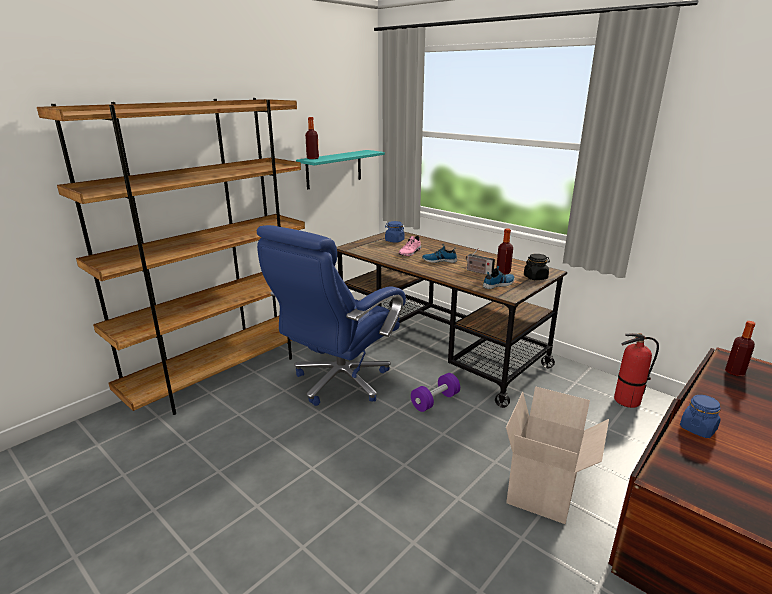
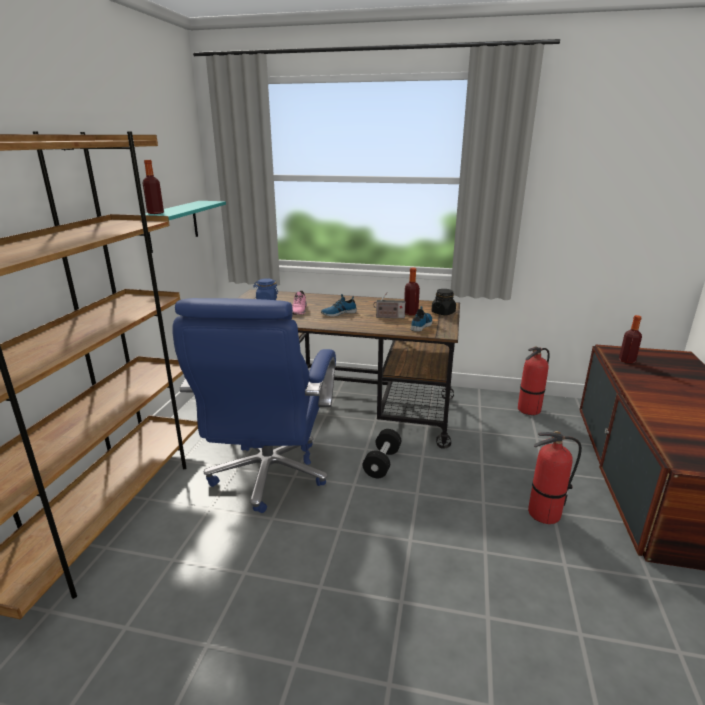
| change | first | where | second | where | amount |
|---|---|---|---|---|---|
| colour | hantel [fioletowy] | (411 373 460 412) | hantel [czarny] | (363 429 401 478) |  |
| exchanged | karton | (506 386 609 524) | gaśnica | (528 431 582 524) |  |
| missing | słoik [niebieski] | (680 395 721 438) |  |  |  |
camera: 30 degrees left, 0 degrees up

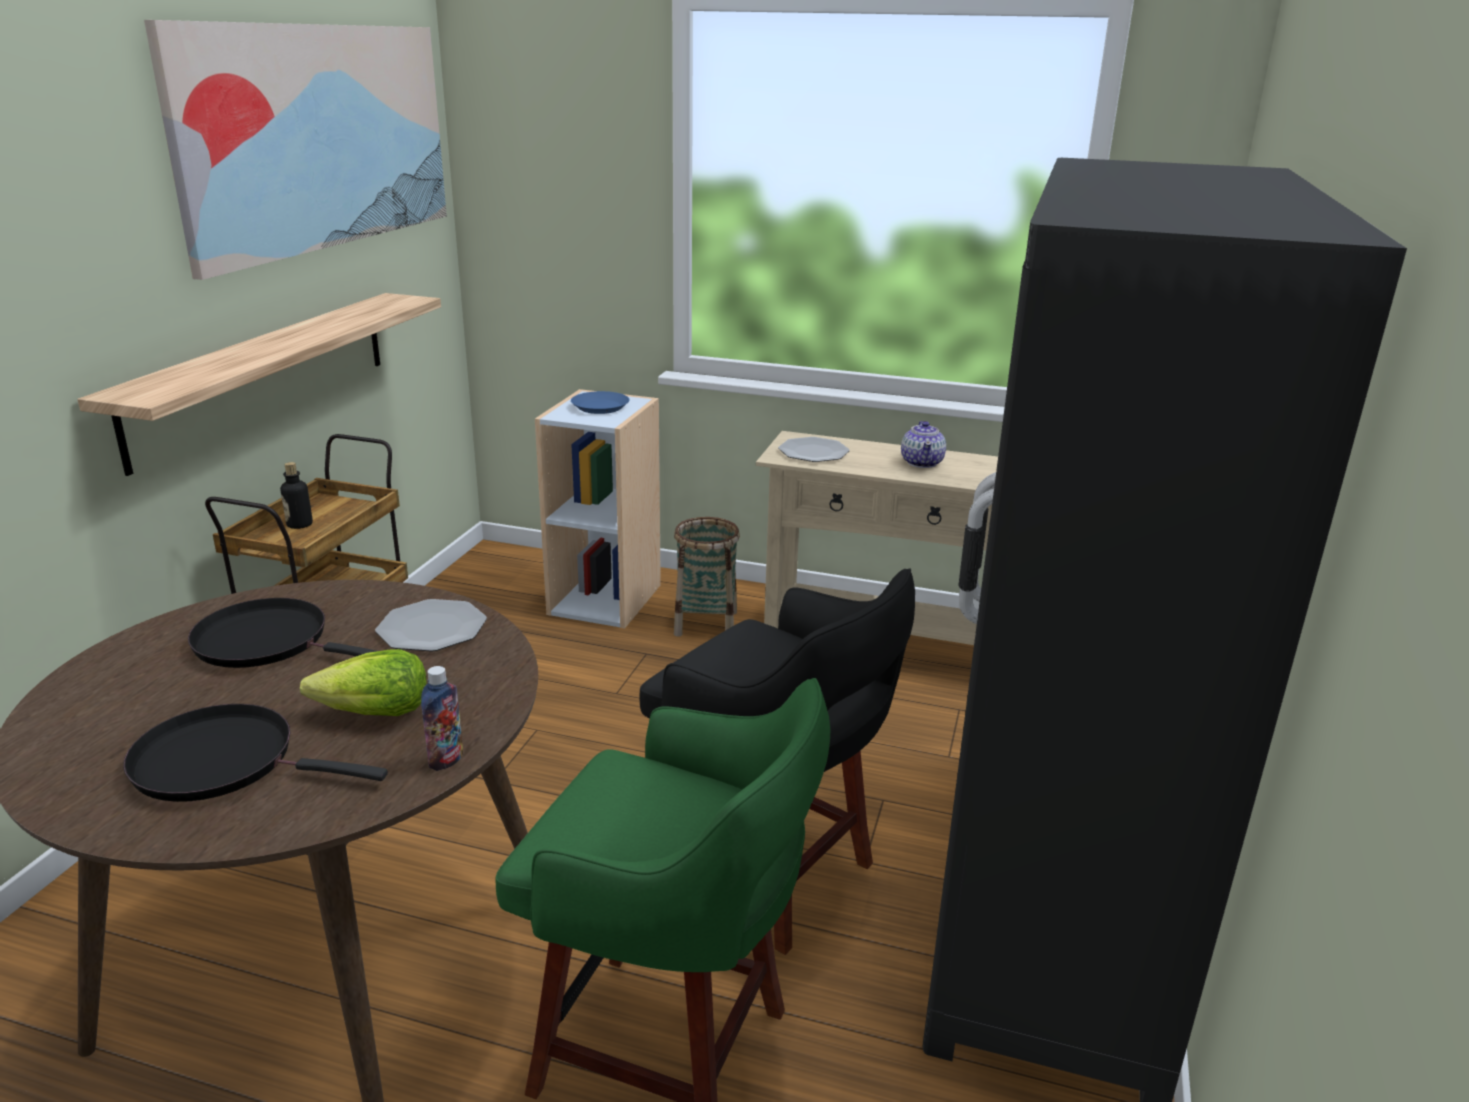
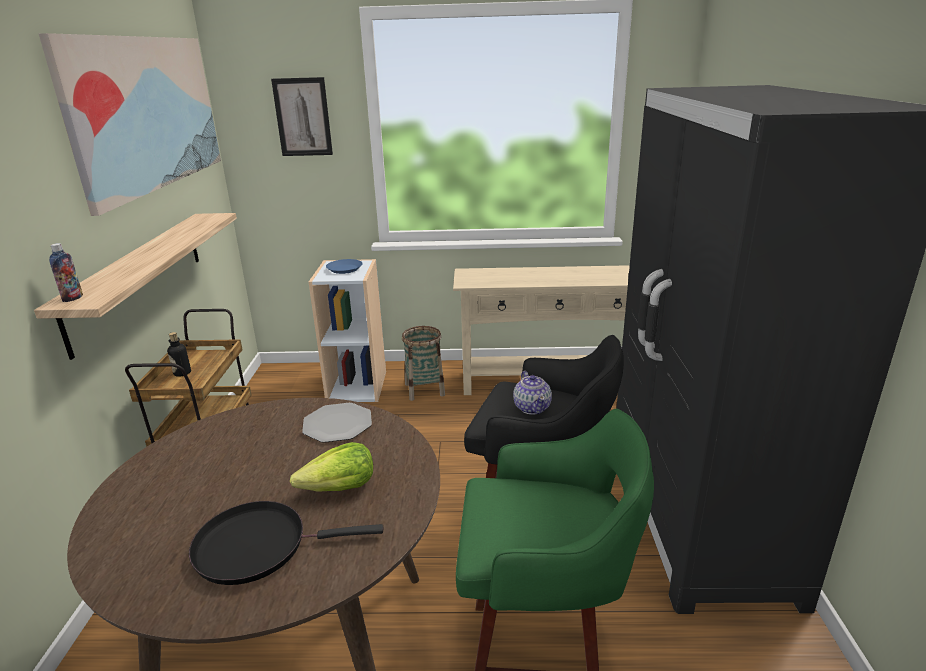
| change | first | where | second | where | amount |
|---|---|---|---|---|---|
| missing | patelnia [czarny] | (188 598 376 668) |  |  |  |
| relocated | butelka | (421 666 463 771) |  | (49 243 83 302) |  |
| missing | talerz | (778 437 850 462) |  |  |  |
| relocated | imbryk | (901 421 946 468) |  | (513 371 552 415) |  |
| appeared |  |  | obraz | (271 77 333 156) |  |
camera: 15 degrees left, 0 degrees up

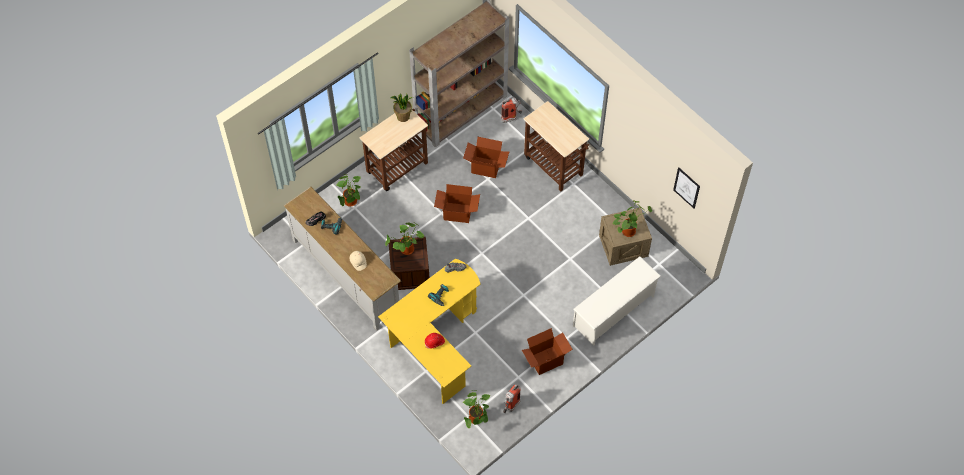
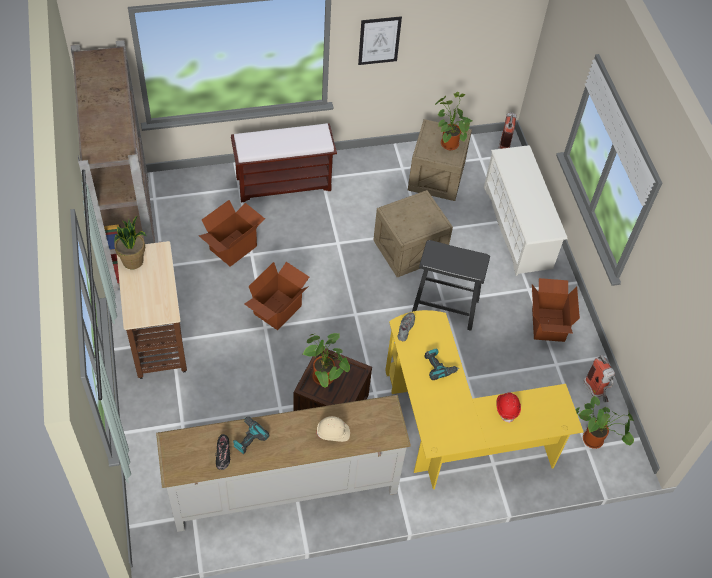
| change | first | where | second | where | amount |
|---|---|---|---|---|---|
| missing | roślina doniczkowa | (337 174 361 207) |  |  |  |
| relocated | gaśnica | (501 98 522 123) |  | (498 112 517 149) |  |
| exchanged | wózek [brązowy] | (524 101 589 192) | ławka [brązowy] | (231 123 337 202) |  |
| relocated | obraz | (673 167 700 209) |  | (358 16 402 65) |  |
| appeared |  |  | skrzynka | (373 190 453 278) |  |
| appeared |  |  | stołek [czarny] | (412 240 490 331) |  |
camera: 65 degrees left, 5 degrees down

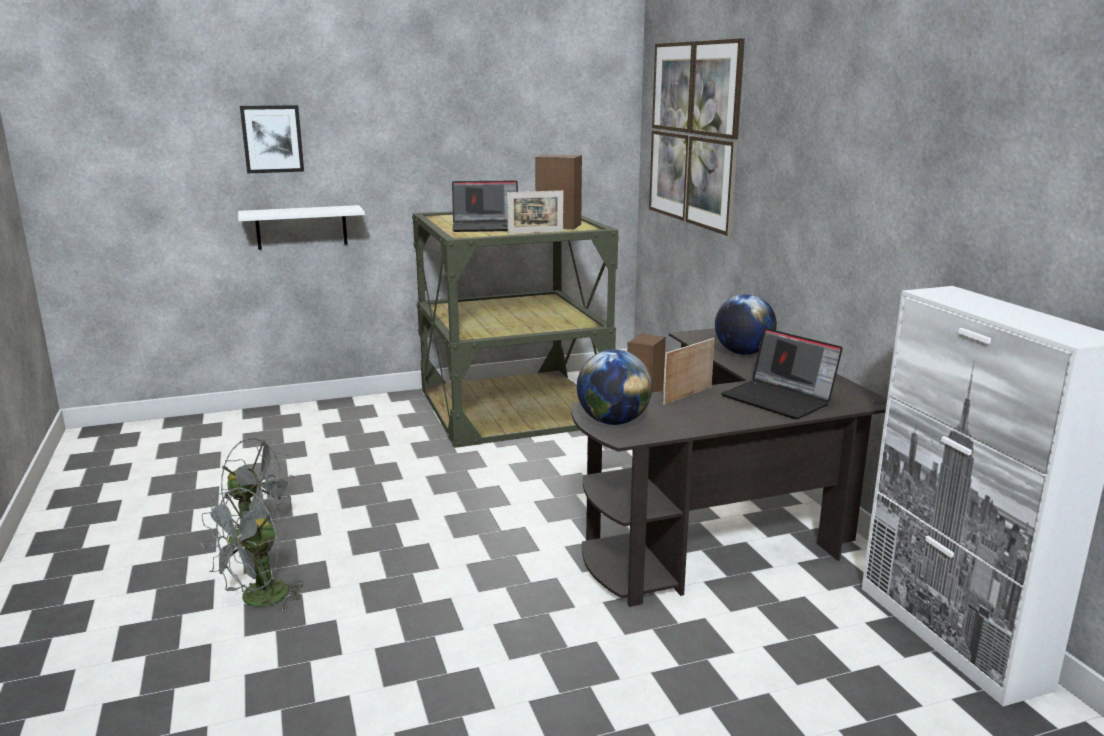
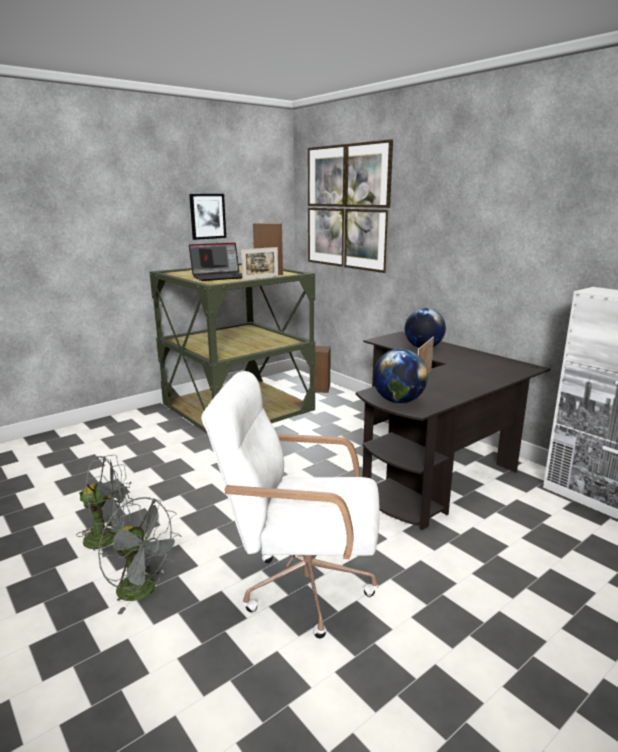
| change | first | where | second | where | amount |
|---|---|---|---|---|---|
| spun | wentylator [szary] | (200 488 303 611) |  | (98 497 181 614) | 75 degrees counterclockwise |
| missing | półka [biały] | (238 205 365 250) |  |  |  |
| relocated | obraz | (240 105 304 173) |  | (189 194 226 240) |  |
| missing | laptop | (721 328 843 419) |  |  |  |
| appeared |  |  | krzesło biurowe [biały] | (202 371 380 638) |  |
camera: 20 degrees left, 0 degrees up

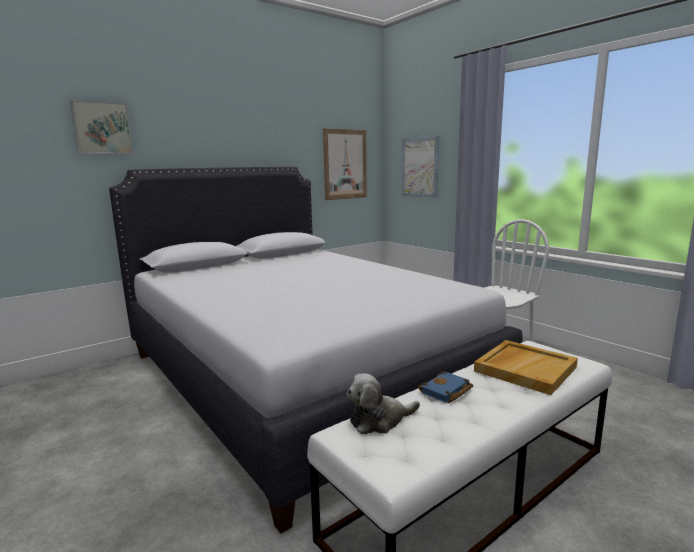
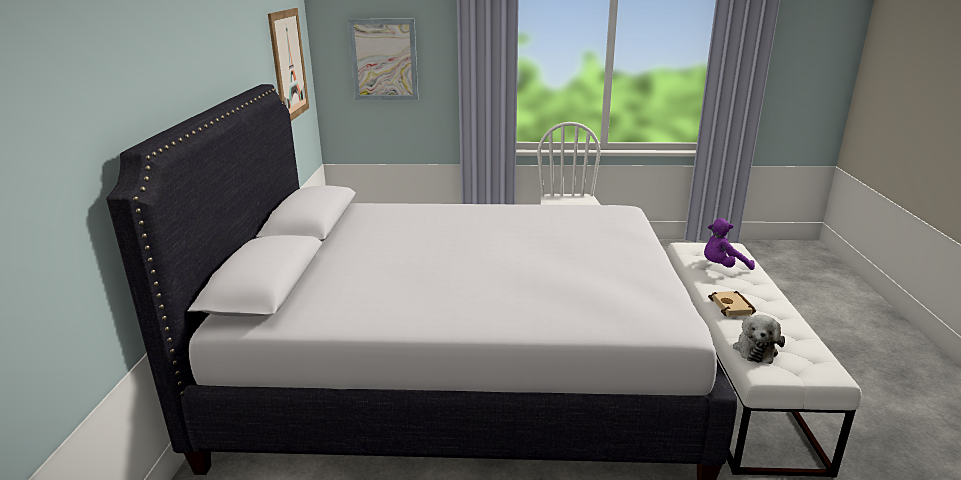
| change | first | where | second | where | amount |
|---|---|---|---|---|---|
| missing | obraz | (70 100 133 154) |  |  |  |
| colour | książka [niebieski] | (418 371 473 403) | książka [beżowy] | (708 291 756 317) |  |
| exchanged | taca [beżowy] | (474 340 578 395) | pluszak [fioletowy] | (704 218 755 270) |  |
camera: 50 degrees left, 10 degrees up

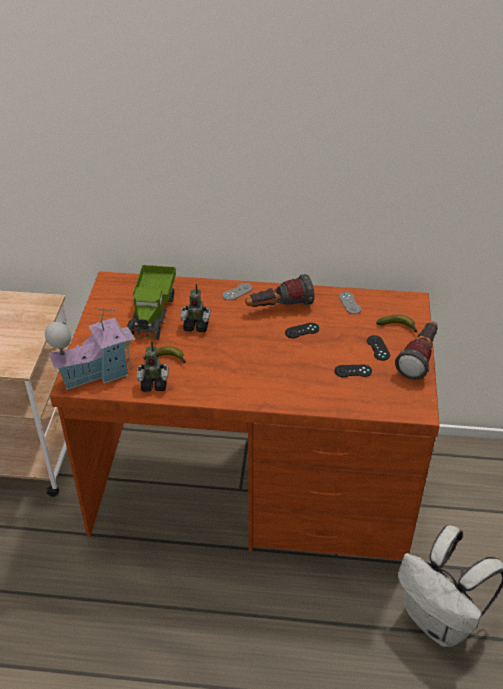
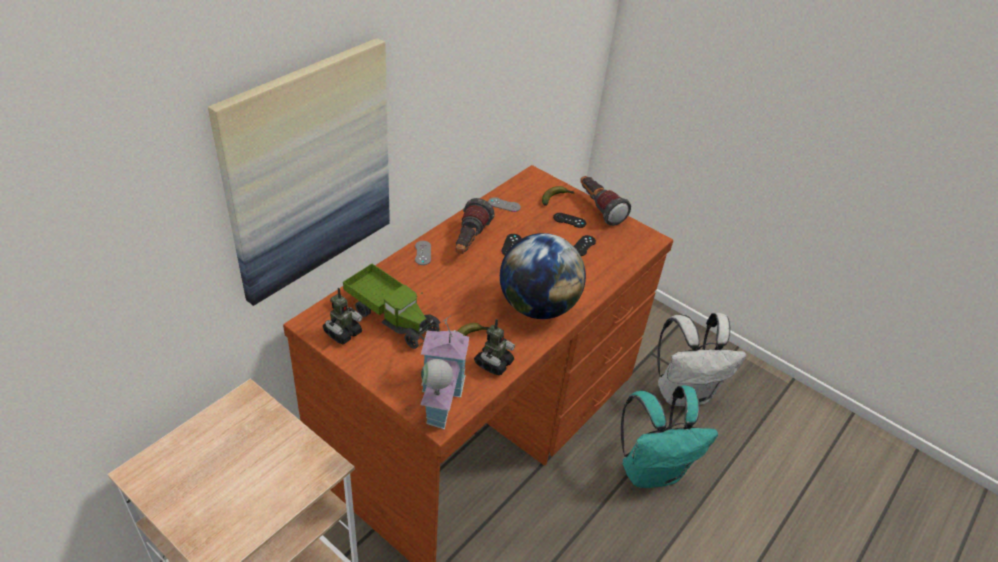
| change | first | where | second | where | amount |
|---|---|---|---|---|---|
| relocated | robot zabawkowy | (180 284 211 332) |  | (323 288 363 344) |  |
| appeared |  |  | obraz | (208 38 390 306) |  |
| appeared |  |  | globus | (500 233 586 319) |  |
| appeared |  |  | plecak [turkusowy] | (621 385 718 488) |  |
camera: 60 degrees left, 0 degrees up

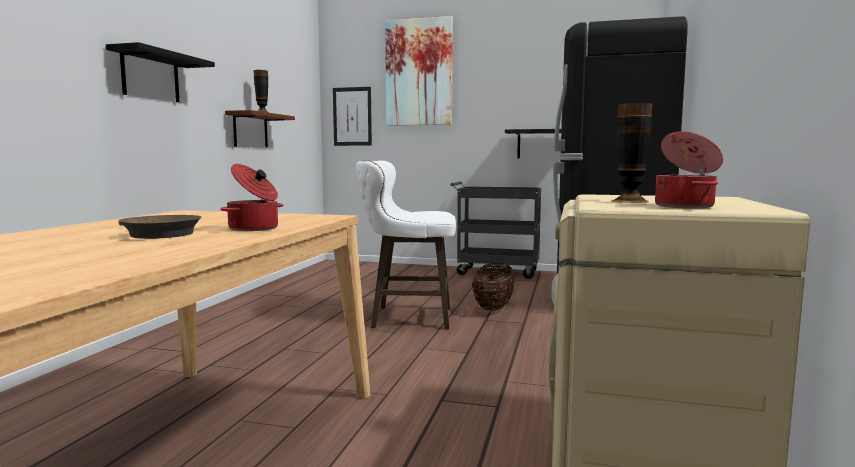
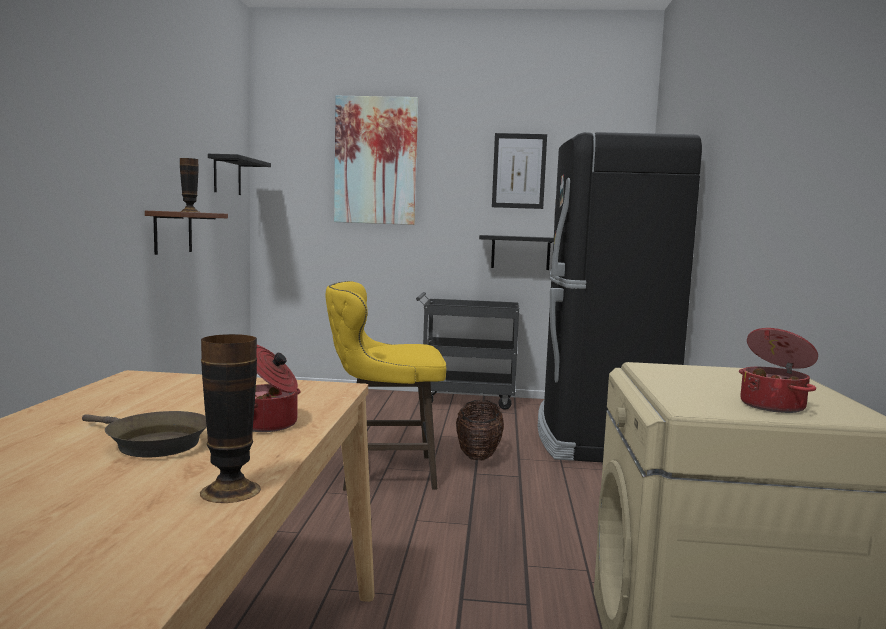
| change | first | where | second | where | amount |
|---|---|---|---|---|---|
| relocated | półka [czarny] | (106 42 215 102) |  | (208 154 271 195) |  |
| relocated | obraz | (333 87 372 146) |  | (492 133 547 209) |  |
| colour | stołek [biały] | (356 160 456 329) | stołek [żółty] | (325 281 446 491) |  |
| relocated | wazon | (612 103 652 203) |  | (200 334 261 503) |  |
camera: 10 degrees left, 0 degrees up

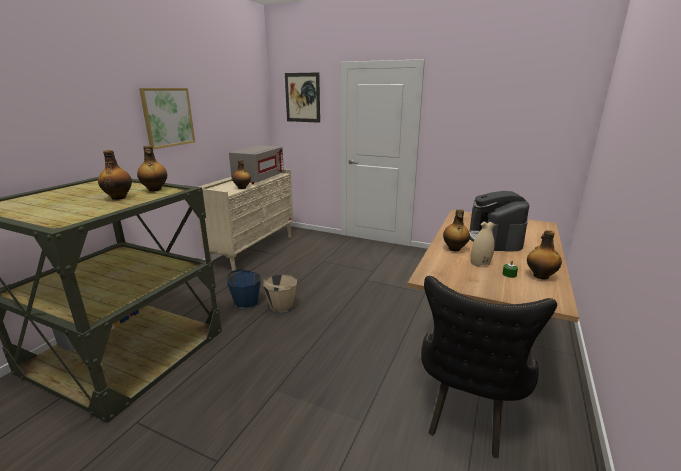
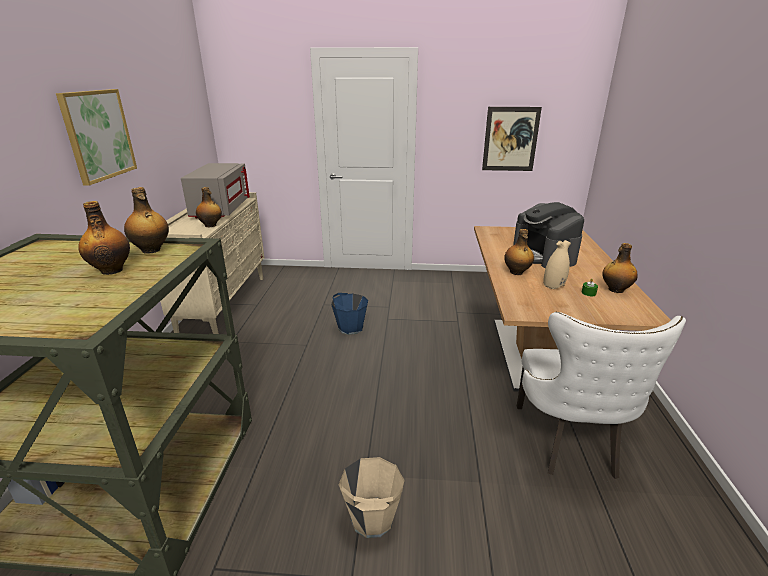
| change | first | where | second | where | amount |
|---|---|---|---|---|---|
| relocated | wiadro [niebieski] | (227 269 261 309) |  | (331 293 368 335) |  |
| relocated | wiadro [beżowy] | (263 275 297 313) |  | (339 457 405 538) |  |
| relocated | obraz | (285 72 320 123) |  | (482 107 542 171) |  |
| colour | krzesło [czarny] | (421 275 557 458) | krzesło [biały] | (517 312 686 479) |  |
camera: 20 degrees left, 5 degrees up

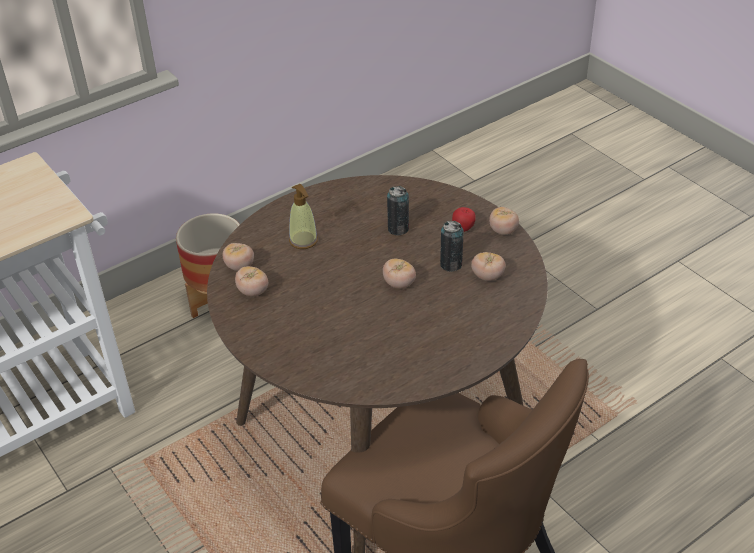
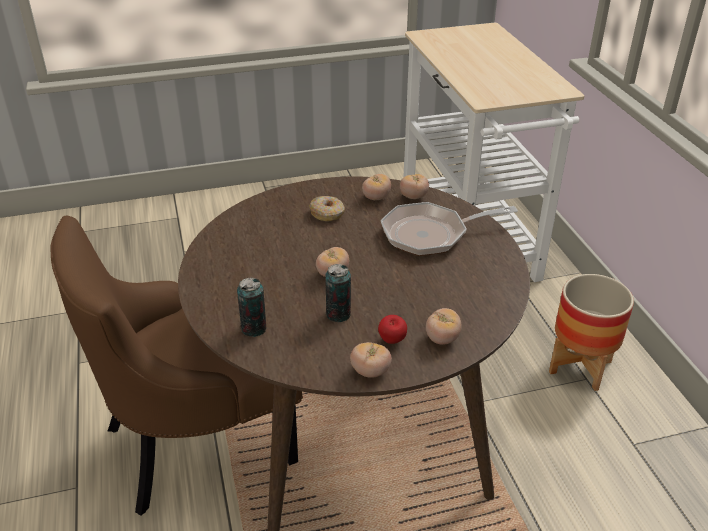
| change | first | where | second | where | amount |
|---|---|---|---|---|---|
| exchanged | dozownik mydła | (289 184 318 249) | patelnia | (381 202 518 256) |  |
| relocated | puszka | (387 186 409 235) |  | (237 278 267 337) |  |
| relocated | pomidor | (471 252 506 281) |  | (426 308 462 345) |  |
| appeared |  |  | donut | (309 196 345 221) |  |
camera: 110 degrees right, 5 degrees down

